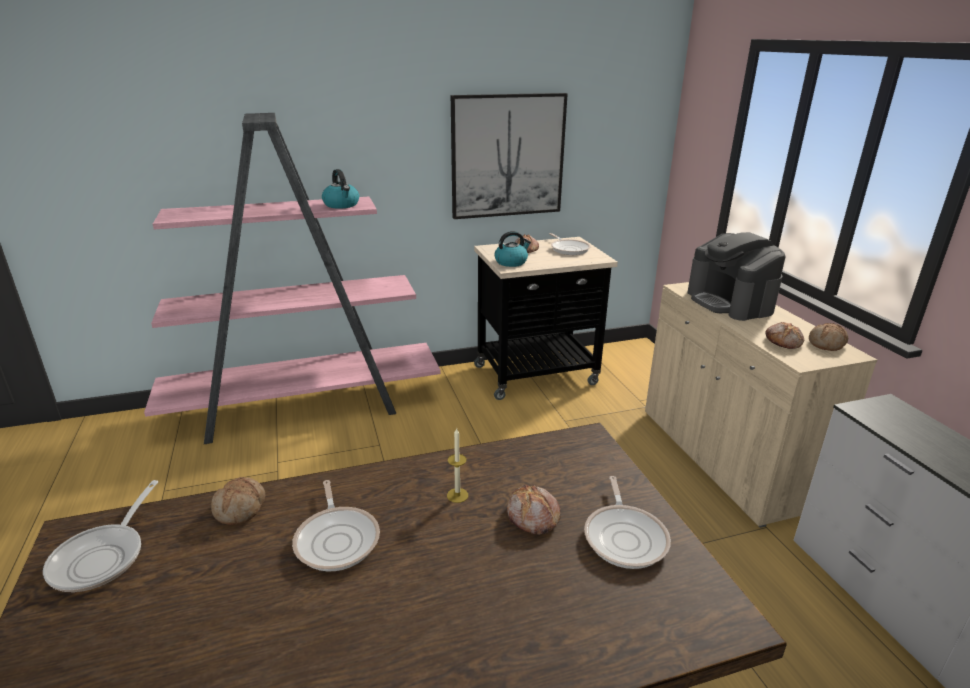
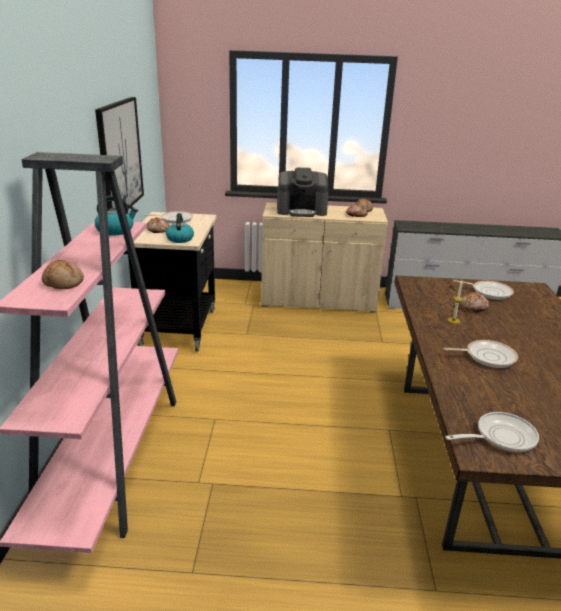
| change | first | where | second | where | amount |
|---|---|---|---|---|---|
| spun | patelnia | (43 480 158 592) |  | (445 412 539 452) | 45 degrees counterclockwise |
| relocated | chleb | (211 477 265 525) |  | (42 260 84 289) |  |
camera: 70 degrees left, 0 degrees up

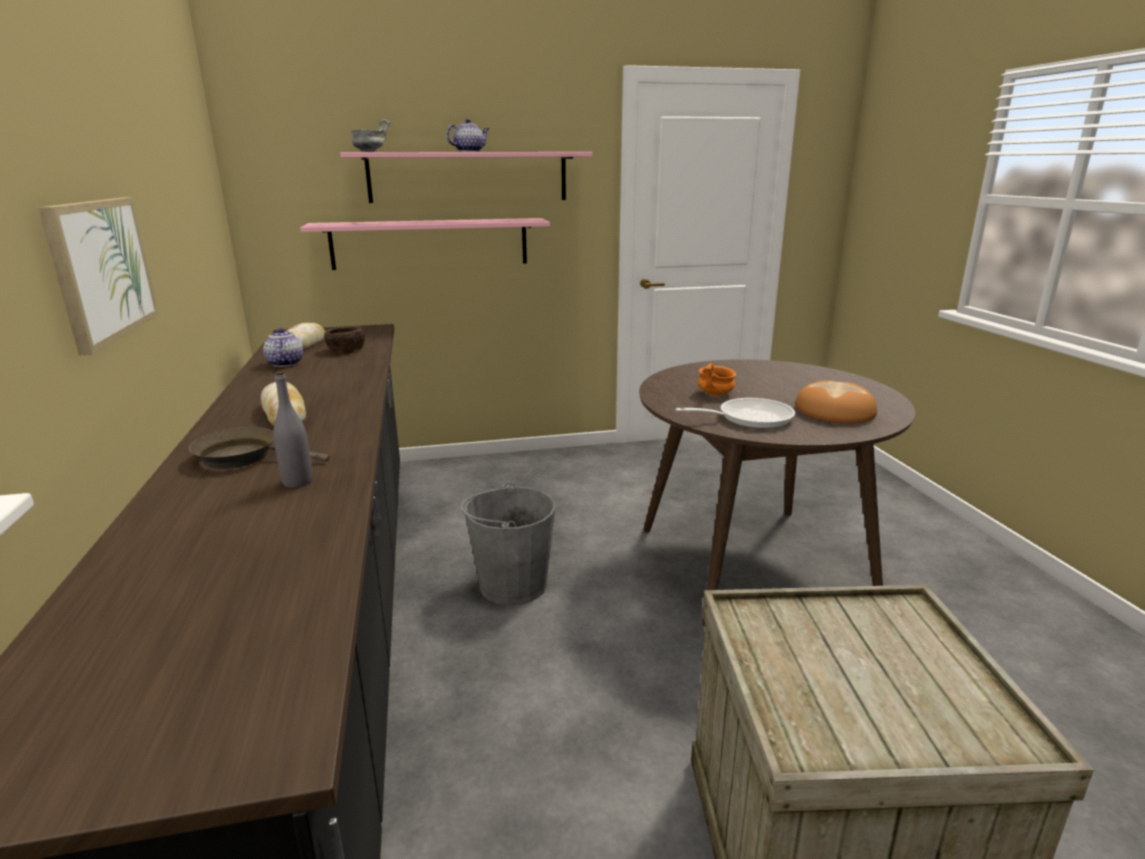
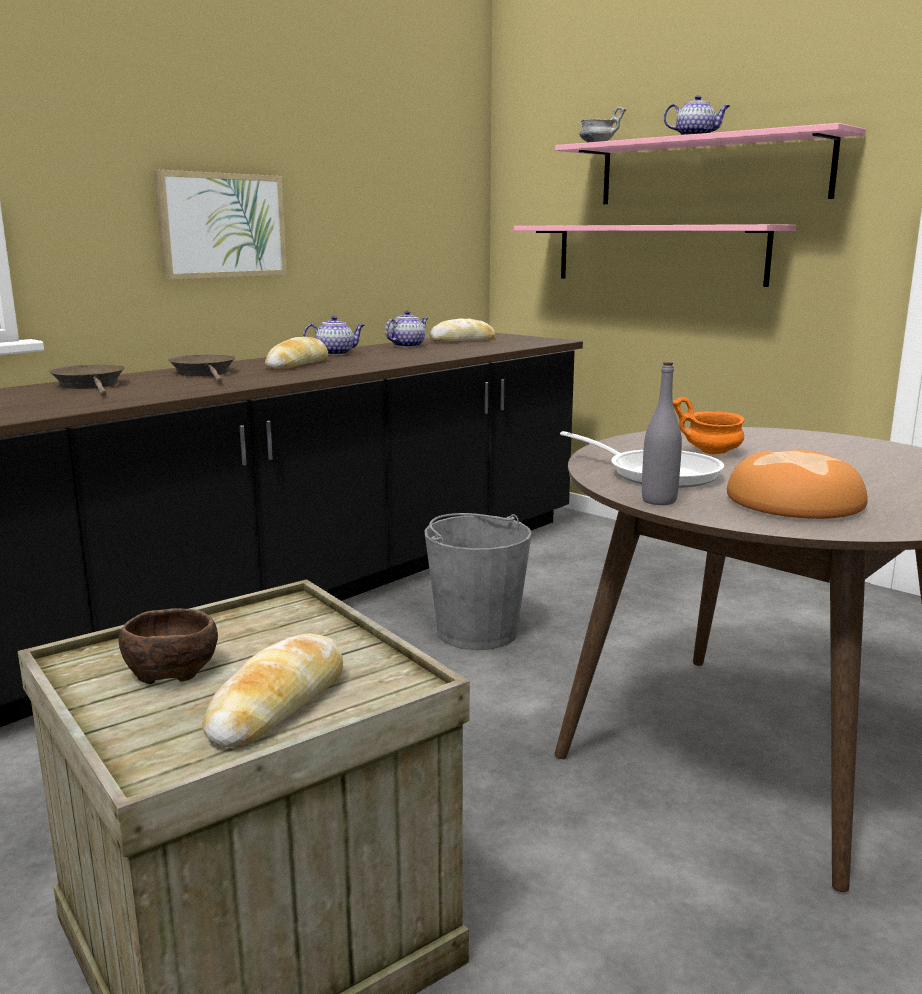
| change | first | where | second | where | amount |
|---|---|---|---|---|---|
| relocated | butelka [szary] | (273 371 312 488) |  | (642 362 682 505) |  |
| relocated | miska [brązowy] | (324 327 365 353) |  | (118 608 218 684) |  |
| appeared |  |  | patelnia [brązowy] | (49 365 125 396) |  |
| appeared |  |  | chleb | (202 633 343 748) |  |
| appeared |  |  | imbryk | (303 316 365 355) |  |
camera: 55 degrees right, 5 degrees down

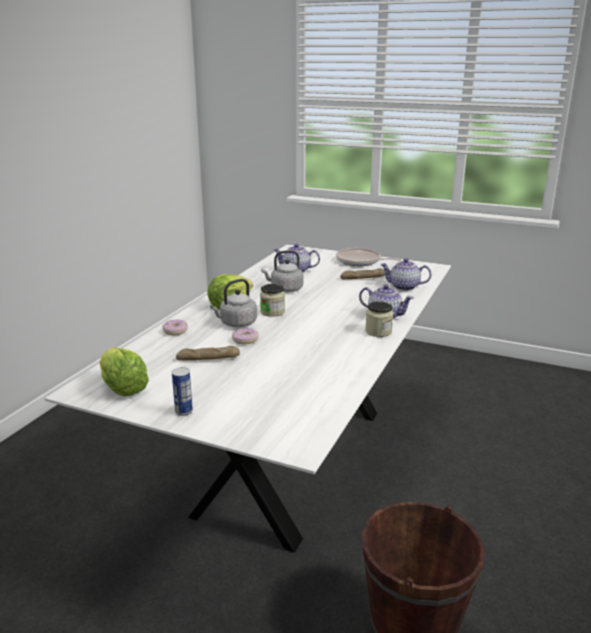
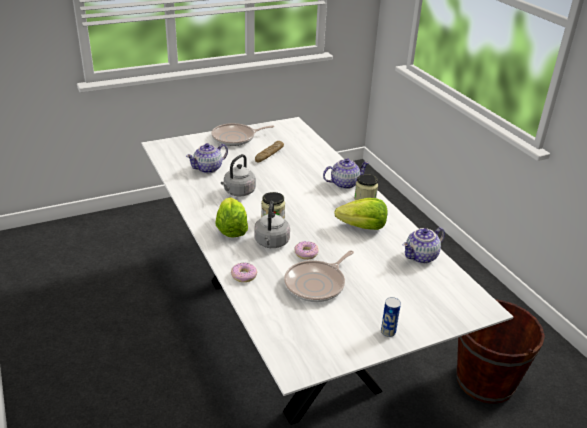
| change | first | where | second | where | amount |
|---|---|---|---|---|---|
| relocated | sałata | (99 347 149 396) |  | (334 198 388 230) |  |
| exchanged | chleb | (176 346 240 360) | patelnia | (284 250 354 302) |  |
| relocated | imbryk | (380 258 431 291) |  | (403 227 445 264) |  |
camera: 50 degrees left, 10 degrees up

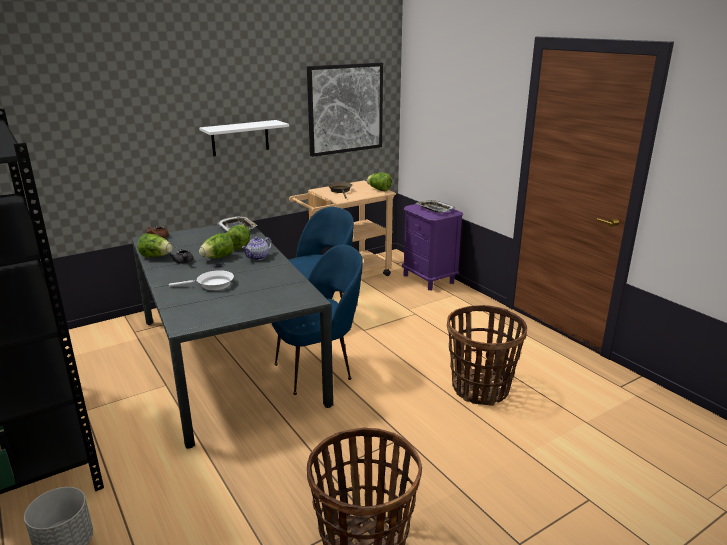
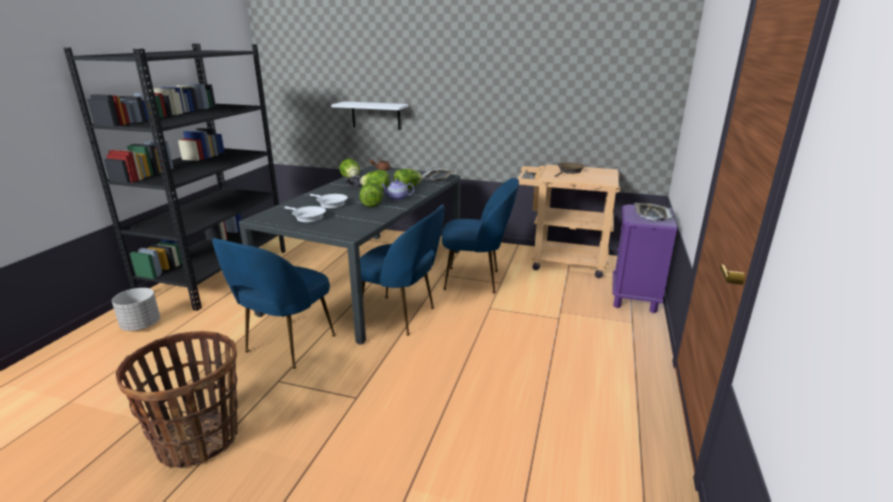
| change | first | where | second | where | amount |
|---|---|---|---|---|---|
| relocated | półka [biały] | (199 120 289 156) |  | (331 101 409 130) |  |
| missing | obraz | (307 63 383 157) |  |  |  |
| relocated | sałata | (367 172 392 191) |  | (360 183 383 207) |  |
| missing | koszyk | (447 305 527 406) |  |  |  |
| appeared |  |  | krzesło [niebieski] | (212 238 336 369) |  |
| appeared |  |  | patelnia [biały] | (285 206 326 222) |  |
camera: 50 degrees right, 0 degrees up

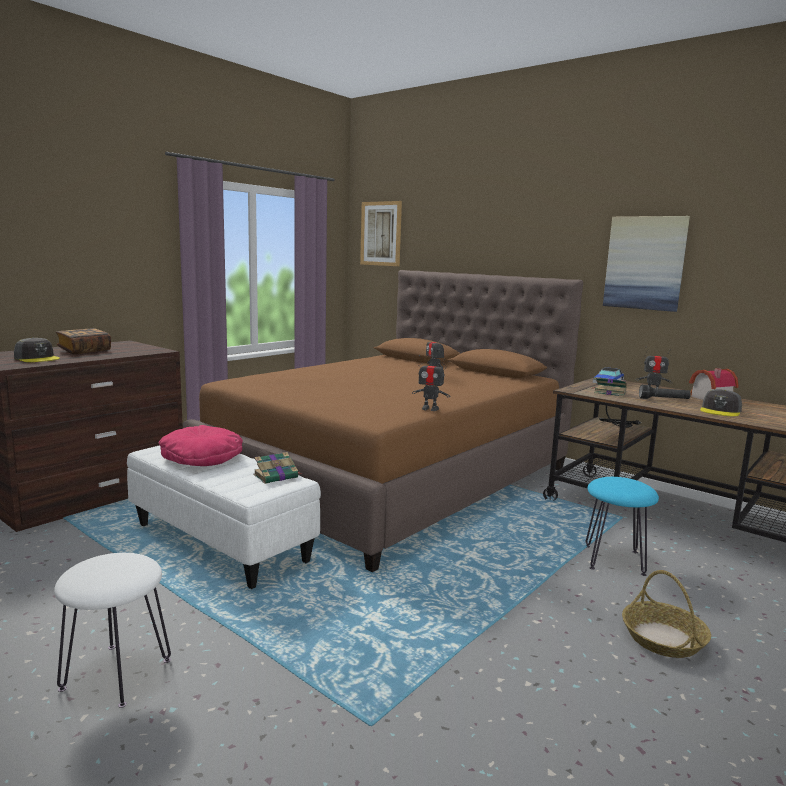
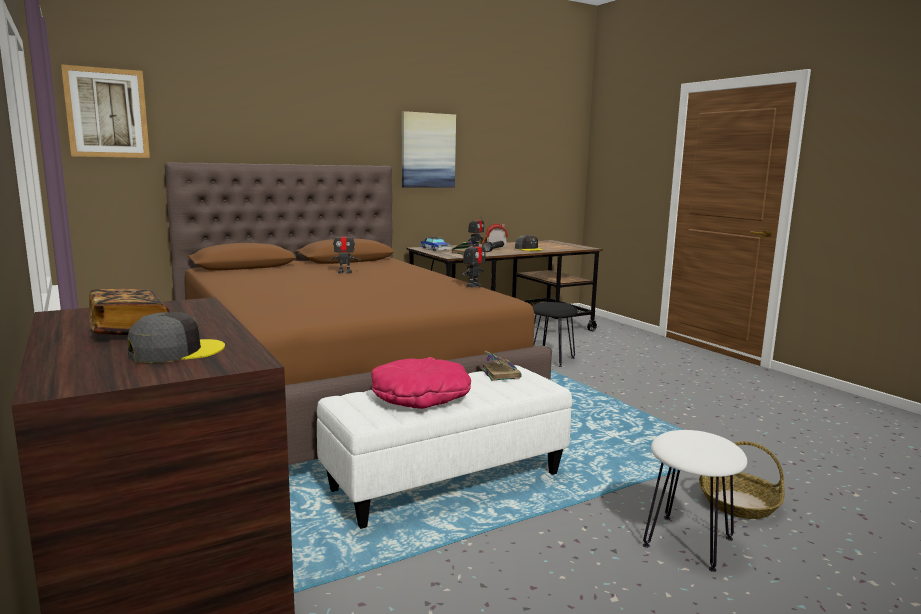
| change | first | where | second | where | amount |
|---|---|---|---|---|---|
| colour | stołek [turkusowy] | (586 477 659 576) | stołek [czarny] | (532 302 577 367) |  |
| relocated | koszyk | (622 570 711 658) |  | (699 441 785 519) |  |
camera: 70 degrees left, 0 degrees up

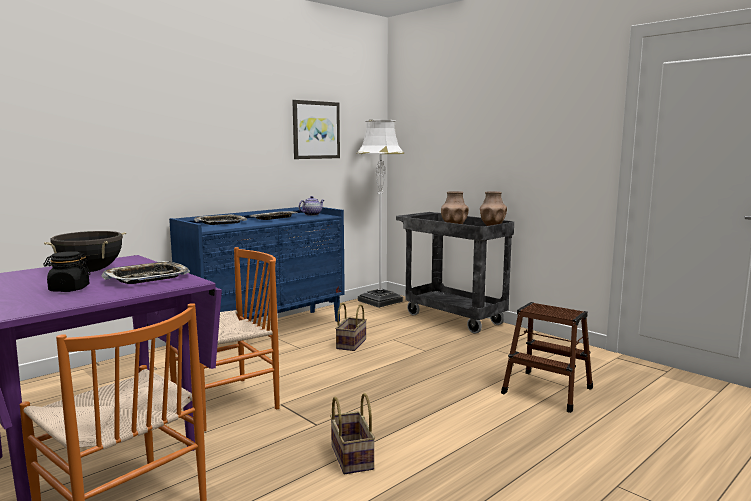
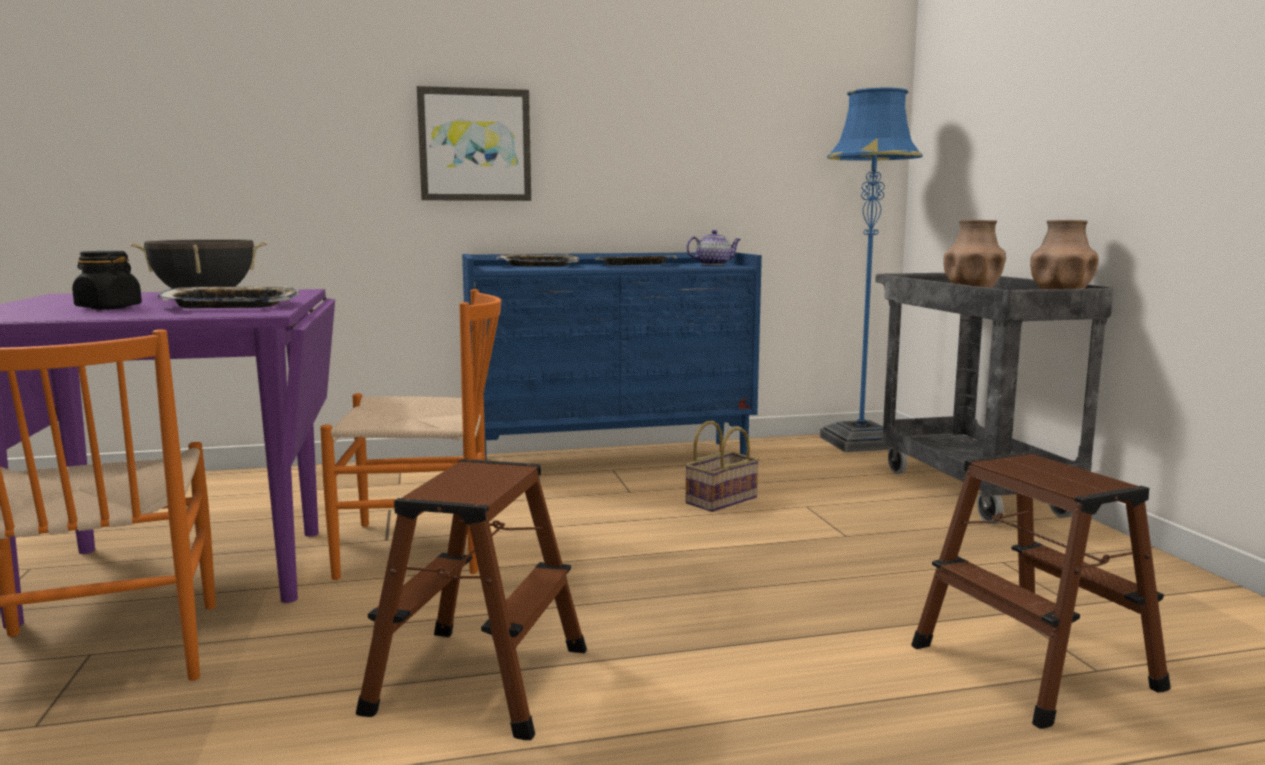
| change | first | where | second | where | amount |
|---|---|---|---|---|---|
| relocated | obraz | (292 100 340 159) |  | (417 86 531 201) |  |
| exchanged | koszyk | (330 393 375 474) | drabinka [brązowy] | (356 459 587 740) |  |
| colour | lampa stojąca [biały] | (356 120 404 308) | lampa stojąca [niebieski] | (820 88 923 453) |  |
camera: 30 degrees right, 0 degrees up

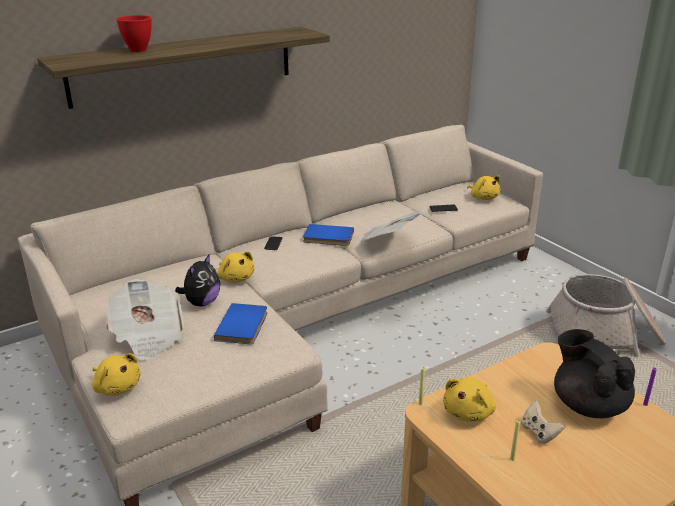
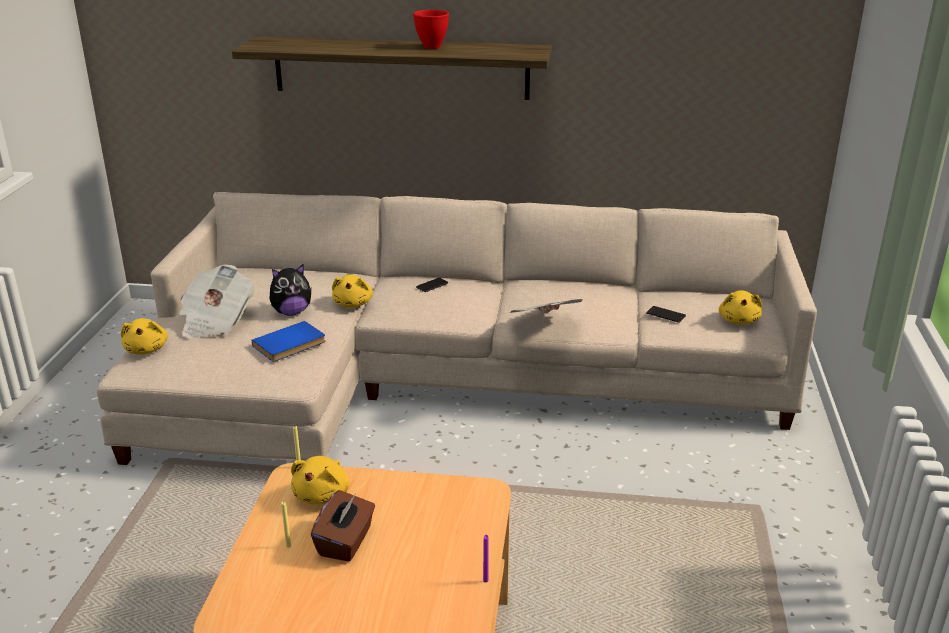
| change | first | where | second | where | amount |
|---|---|---|---|---|---|
| relocated | miska [czerwony] | (116 15 152 52) |  | (413 10 449 49) |  |
| missing | książka [niebieski] | (303 224 354 246) |  |  |  |
| spun | pluszak [żółty] | (443 377 496 421) |  | (291 456 350 504) | 60 degrees counterclockwise |
| exchanged | pad do gier [beżowy] | (521 401 564 444) | pudełko chusteczek [brązowy] | (311 490 375 562) |  |
| missing | koszyk | (546 274 666 357) |  |  |  |
| missing | imbryk [czarny] | (554 329 635 418) |  |  |  |
camera: 40 degrees right, 0 degrees up

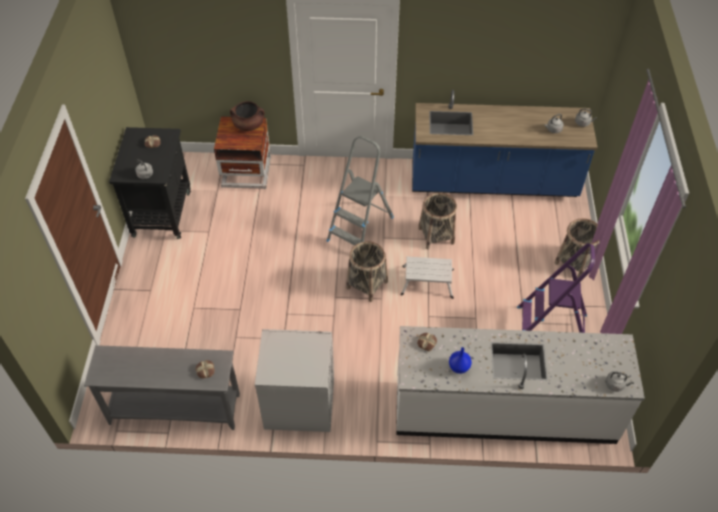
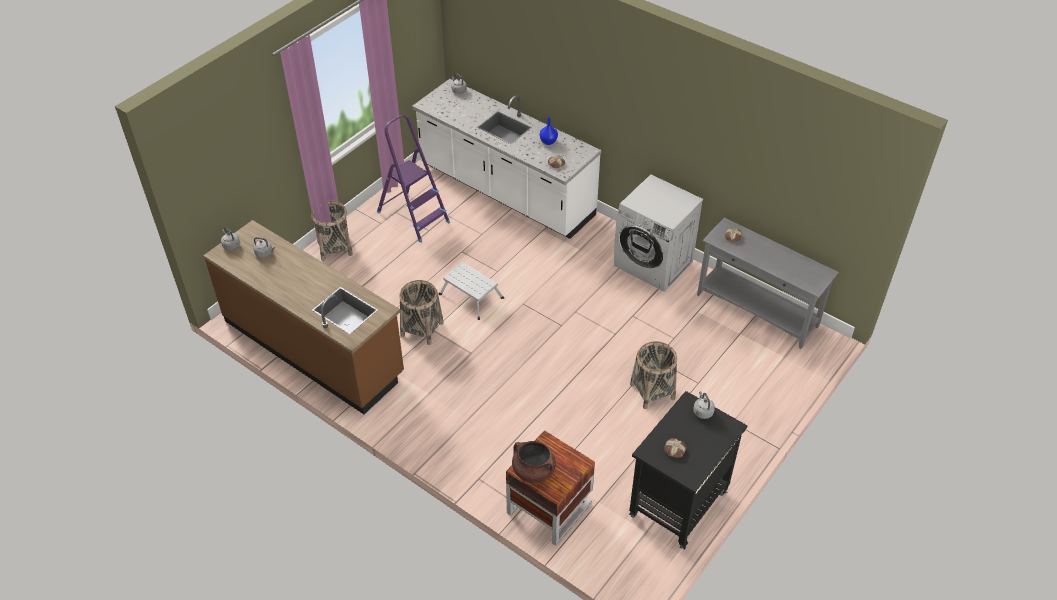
| change | first | where | second | where | amount |
|---|---|---|---|---|---|
| missing | drabinka [szary] | (327 136 394 245) |  |  |  |
| relocated | koszyk | (346 241 388 302) |  | (630 341 677 409) |  |
| colour | zabudowa kuchenna [niebieski] | (412 90 598 197) | zabudowa kuchenna [brązowy] | (203 220 404 414) |  |
camera: 145 degrees left, 5 degrees down

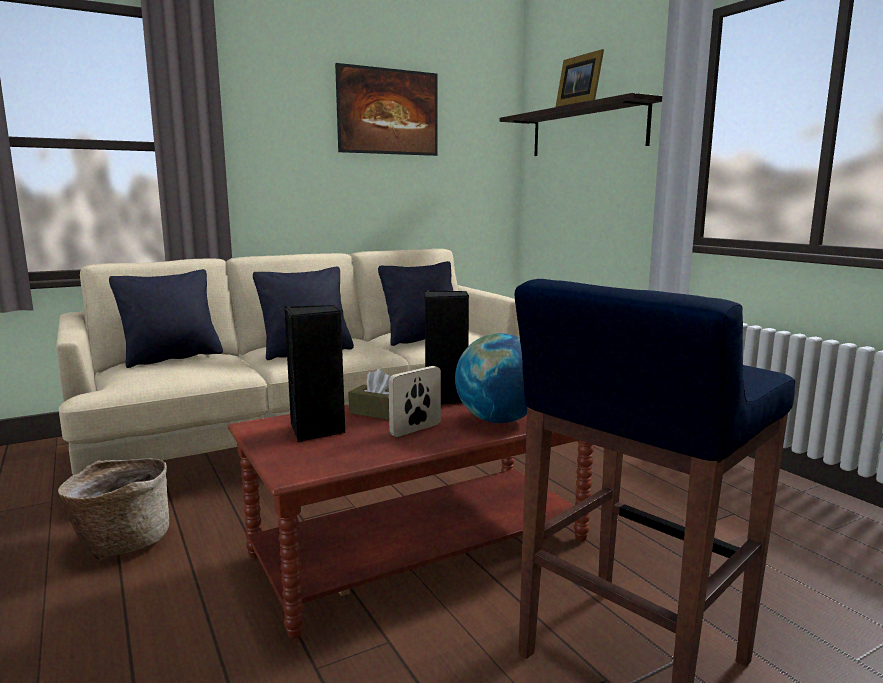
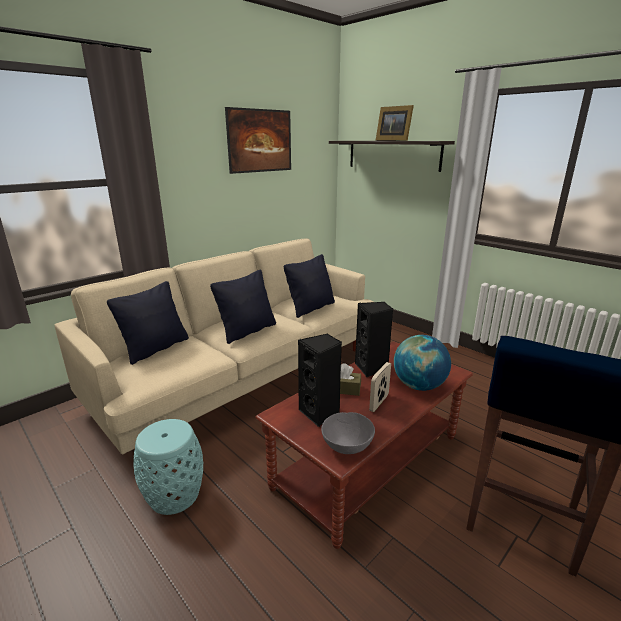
| change | first | where | second | where | amount |
|---|---|---|---|---|---|
| exchanged | koszyk | (58 458 169 560) | stołek [turkusowy] | (133 419 203 515) |  |
| appeared |  |  | miska [szary] | (321 412 375 454) |  |
camera: 15 degrees left, 10 degrees up

